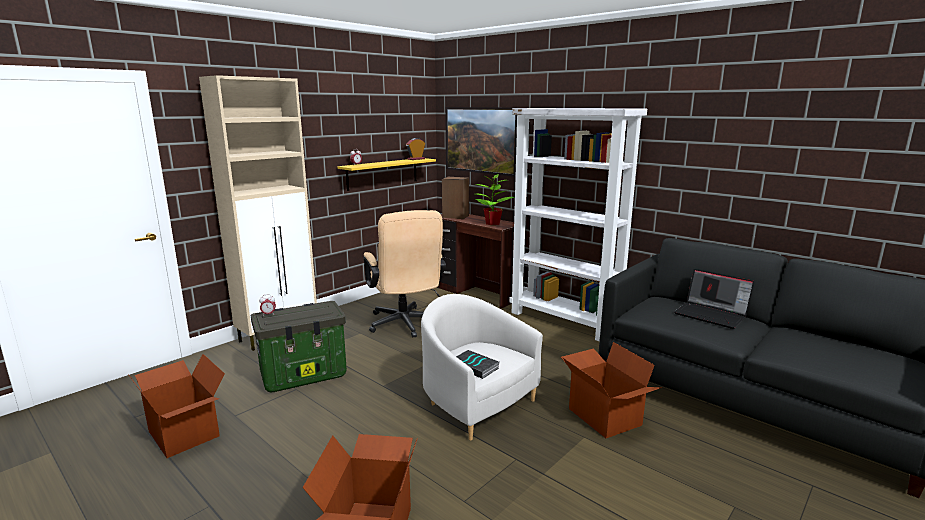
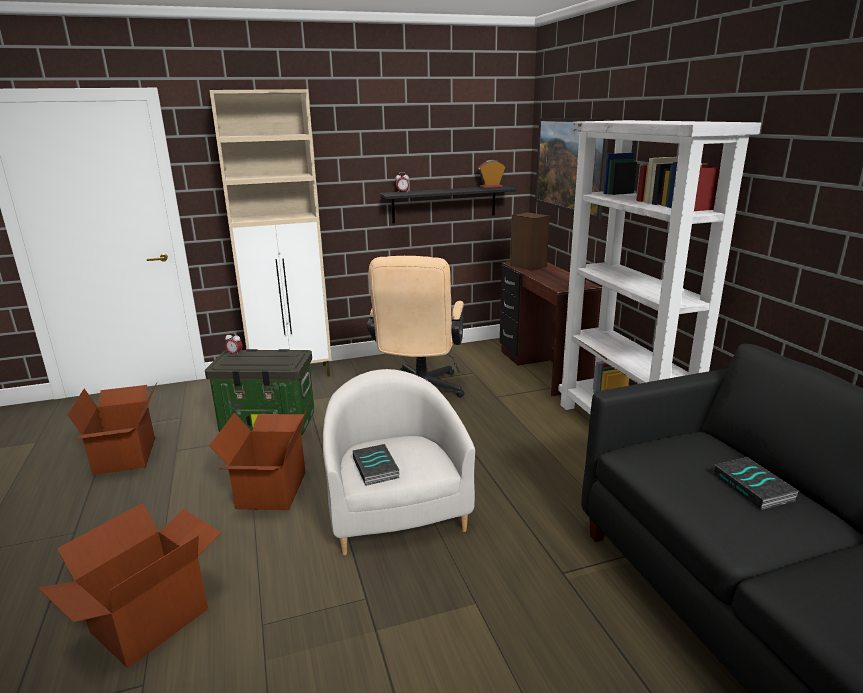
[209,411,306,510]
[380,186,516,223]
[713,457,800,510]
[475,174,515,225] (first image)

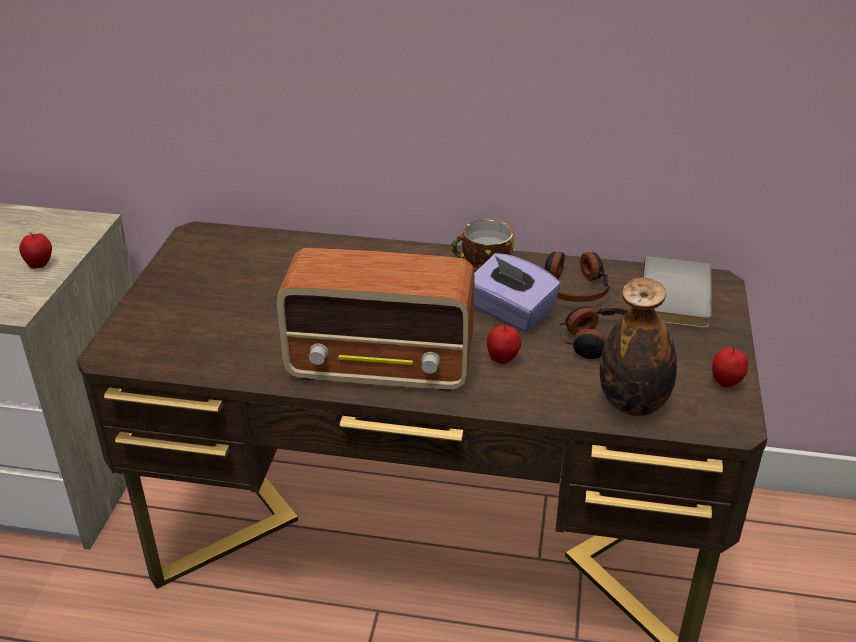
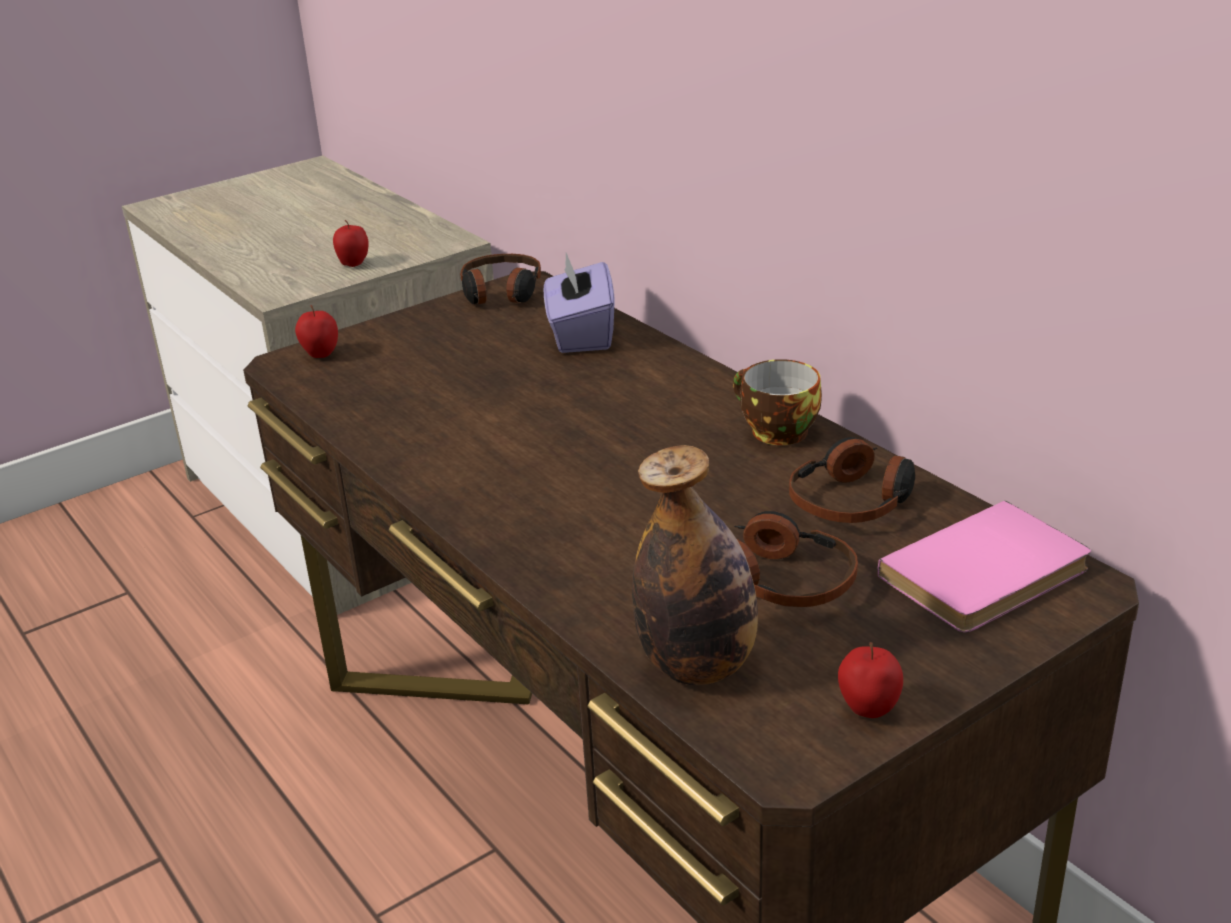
[295,305,338,358]
[460,254,541,304]
[544,253,615,353]
[878,501,1091,633]
[276,248,475,391] (first image)

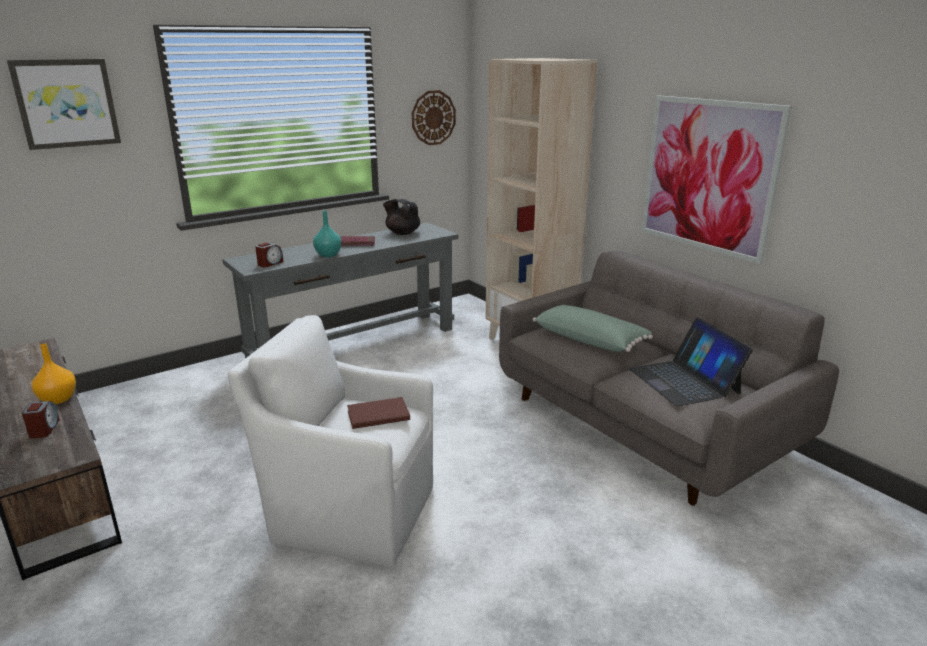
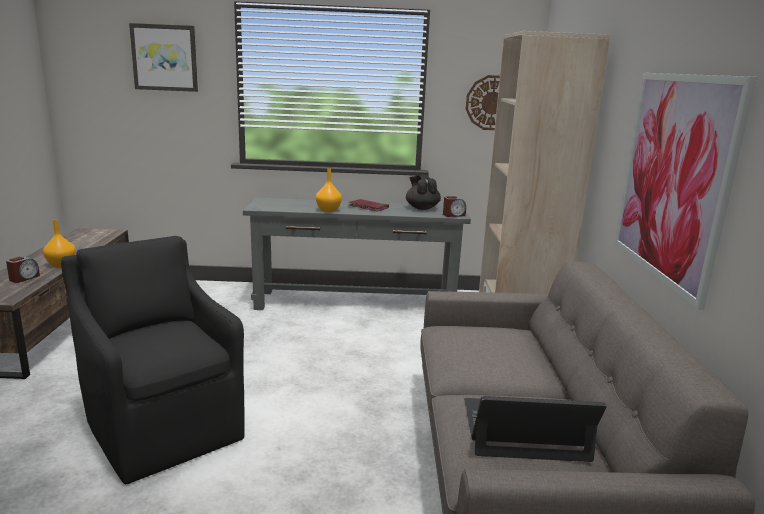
[61,236,244,485]
[316,168,342,212]
[443,196,466,217]
[464,396,606,462]
[347,397,410,429] (first image)
[533,305,653,352] (first image)

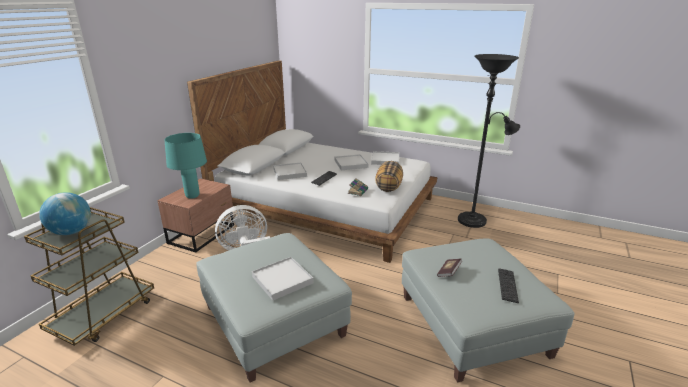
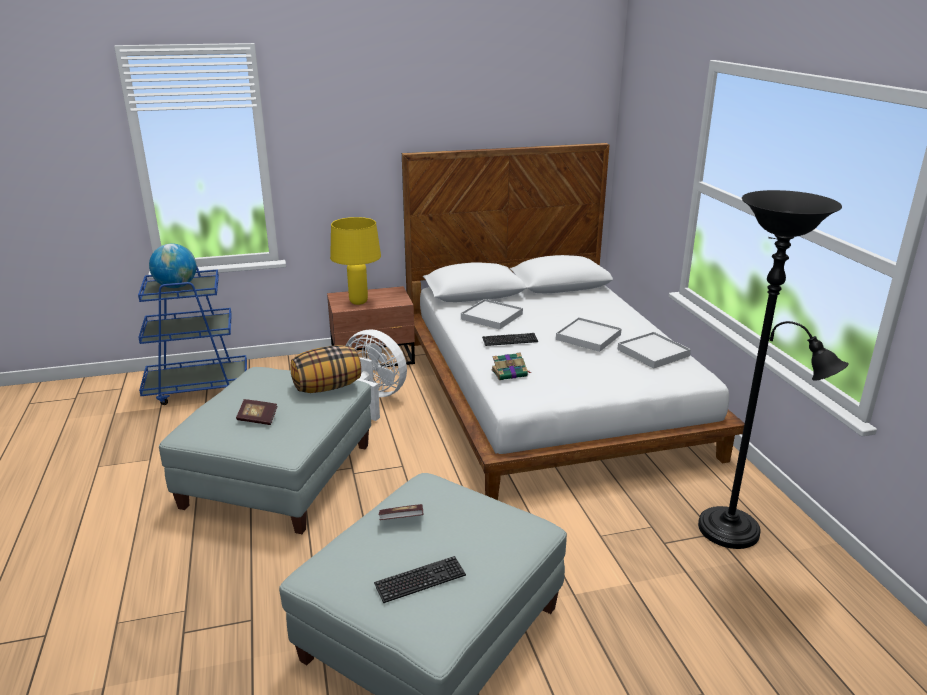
[138,267,247,405]
[236,399,278,425]
[290,345,361,393]
[330,217,381,305]

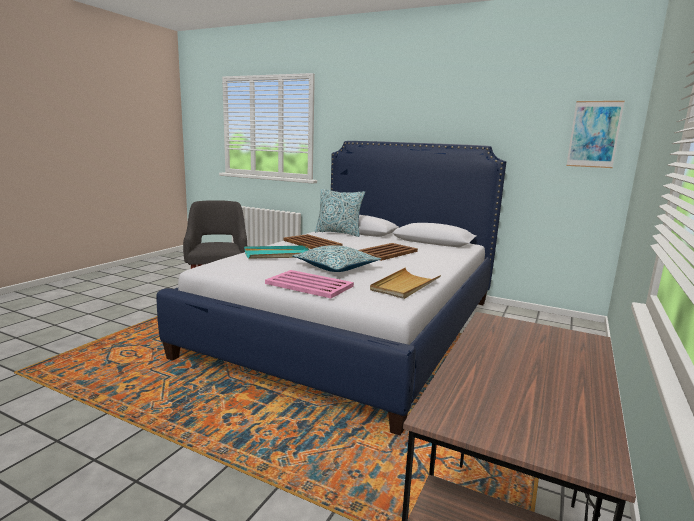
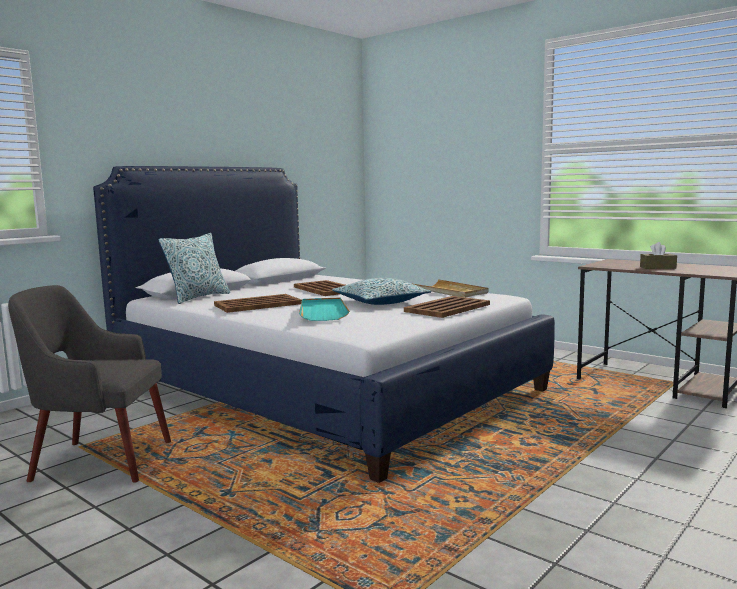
[404,296,490,318]
[640,242,677,269]
[566,101,625,168] (first image)

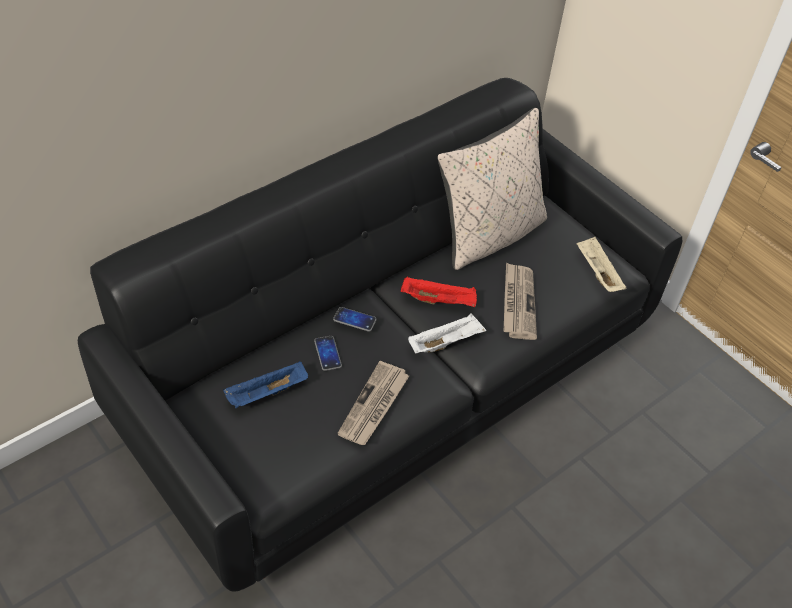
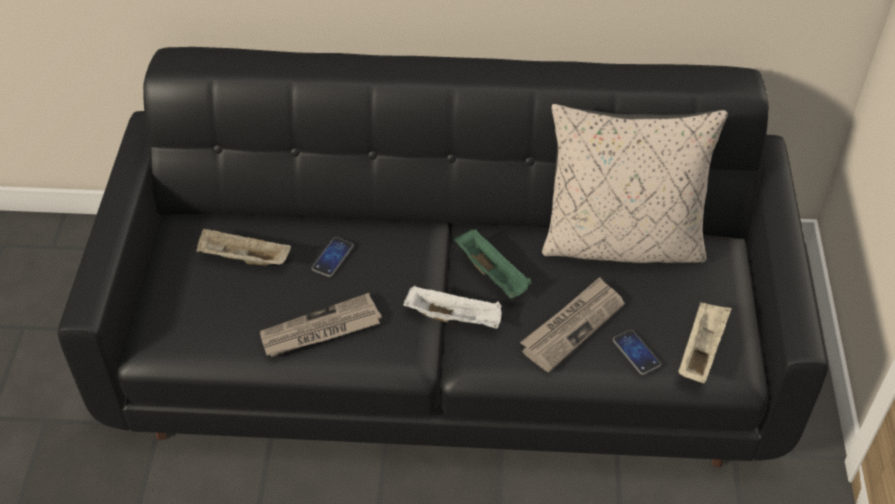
[196,228,291,265]
[455,229,531,299]
[613,330,661,375]

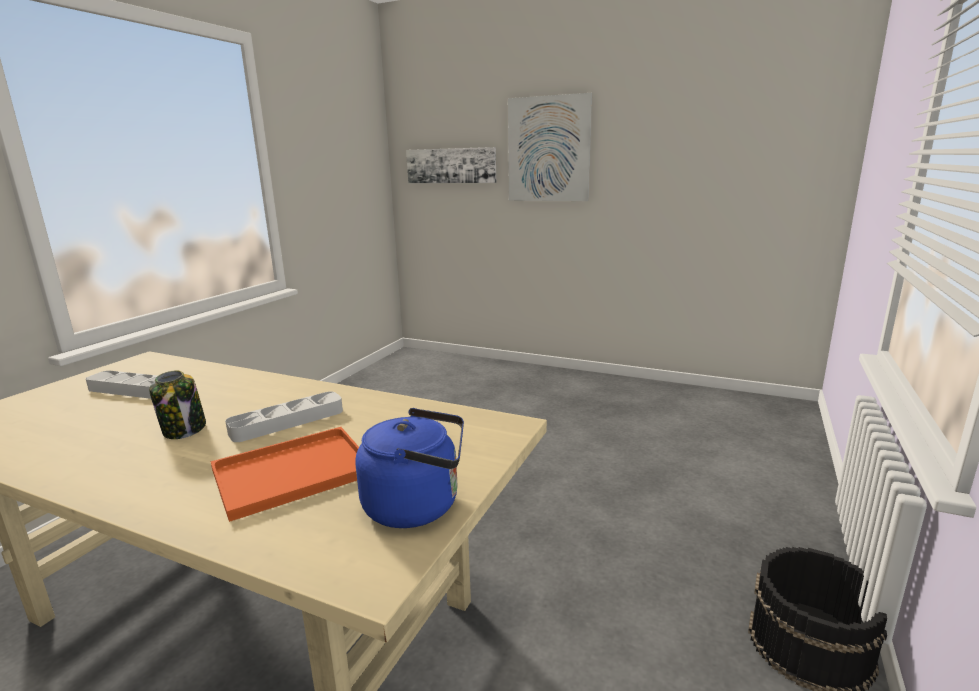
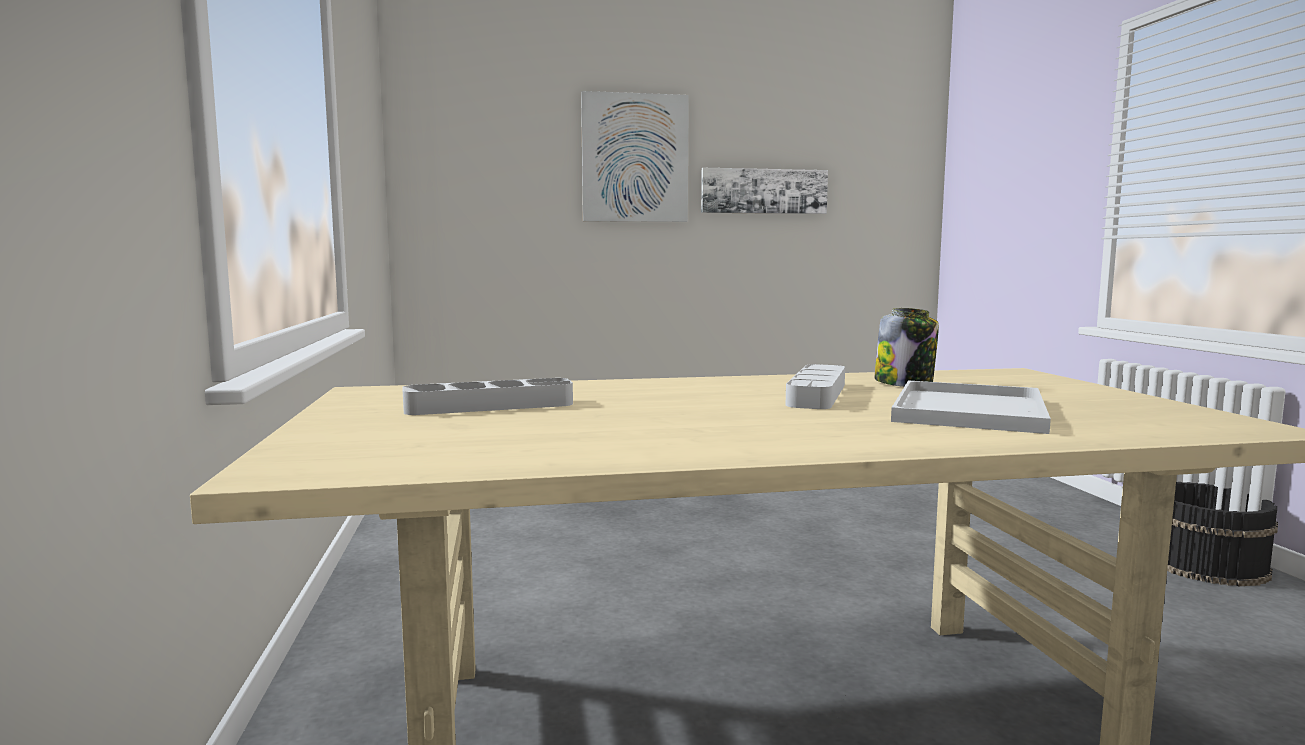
[701,168,828,214]
[875,308,939,387]
[891,380,1051,434]
[355,408,464,528] (first image)

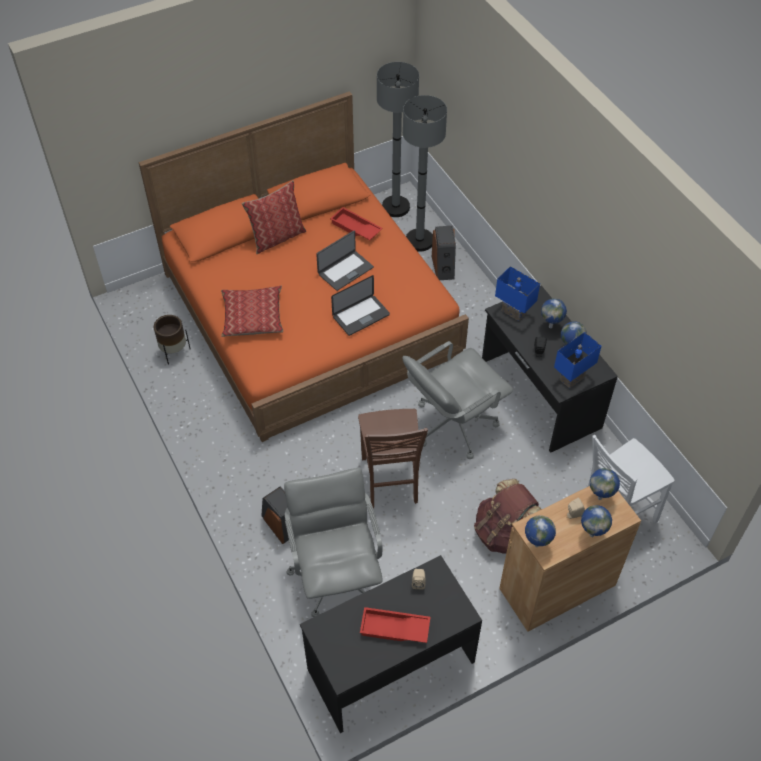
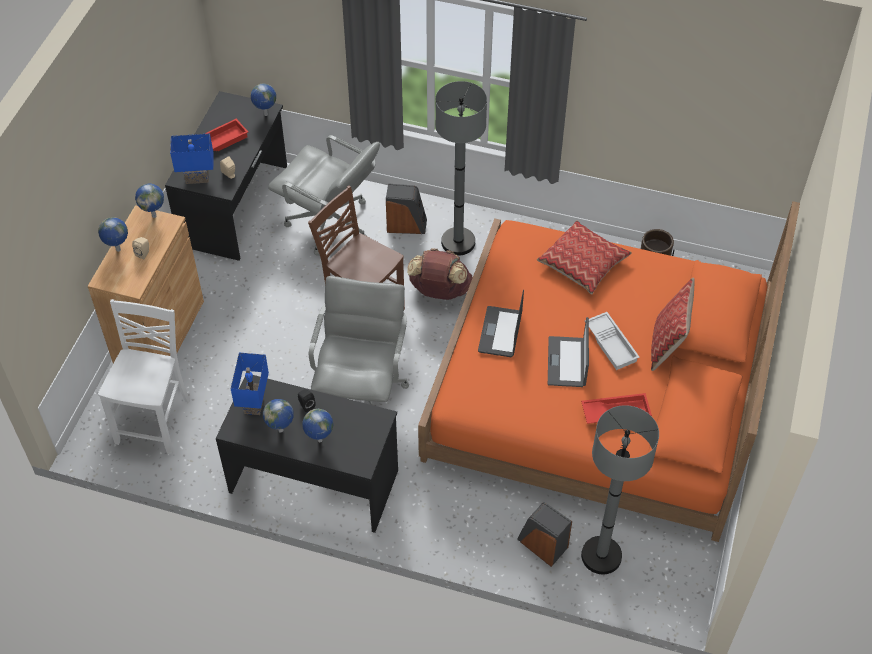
[170,133,214,184]
[251,84,276,116]
[407,248,472,300]
[435,81,487,256]
[585,312,640,370]

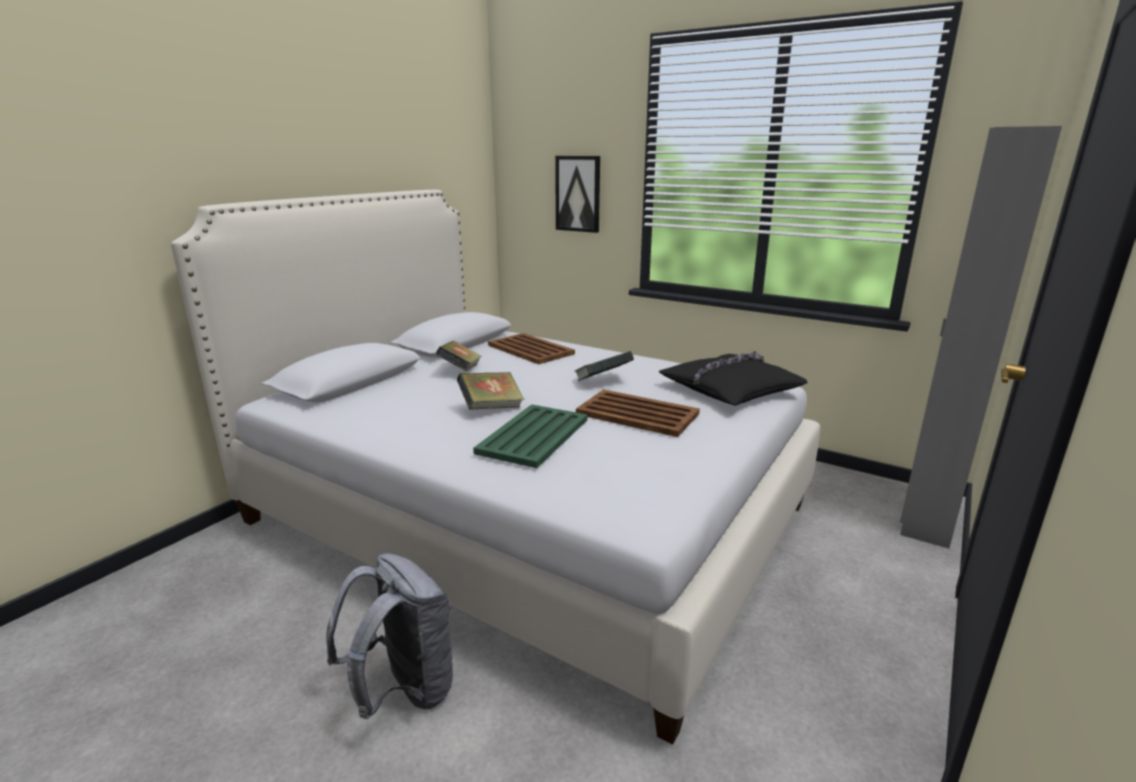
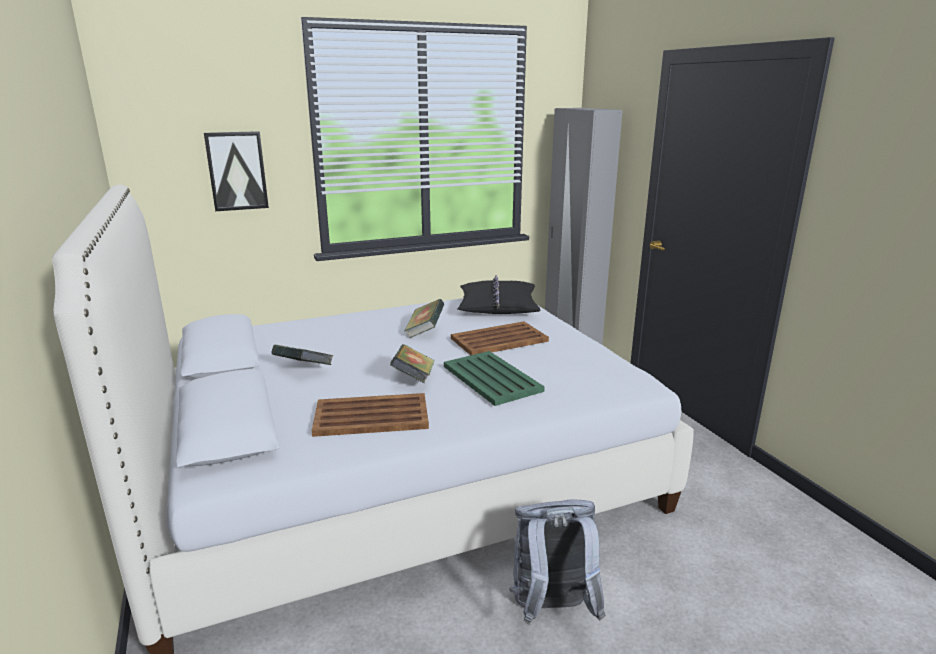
[312,393,429,437]

